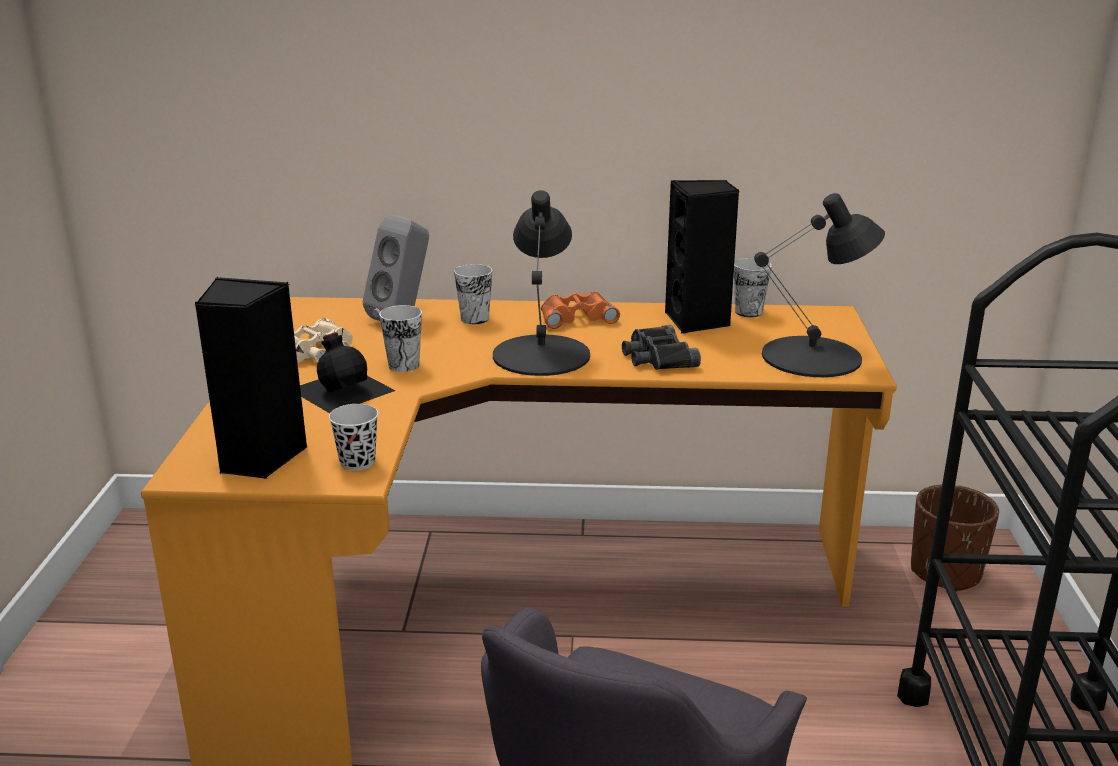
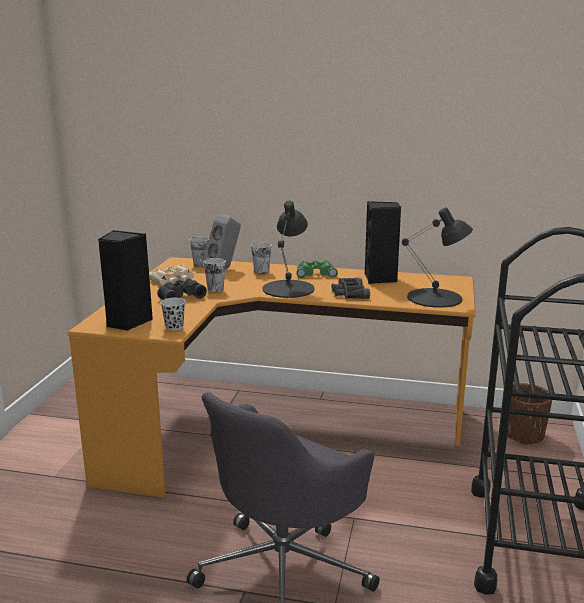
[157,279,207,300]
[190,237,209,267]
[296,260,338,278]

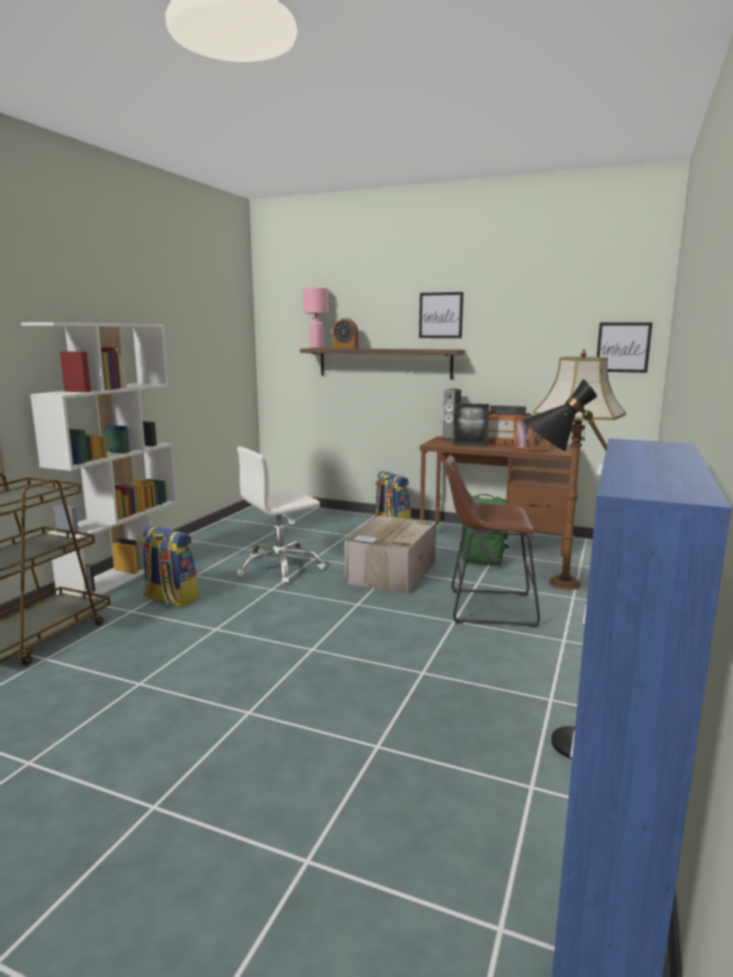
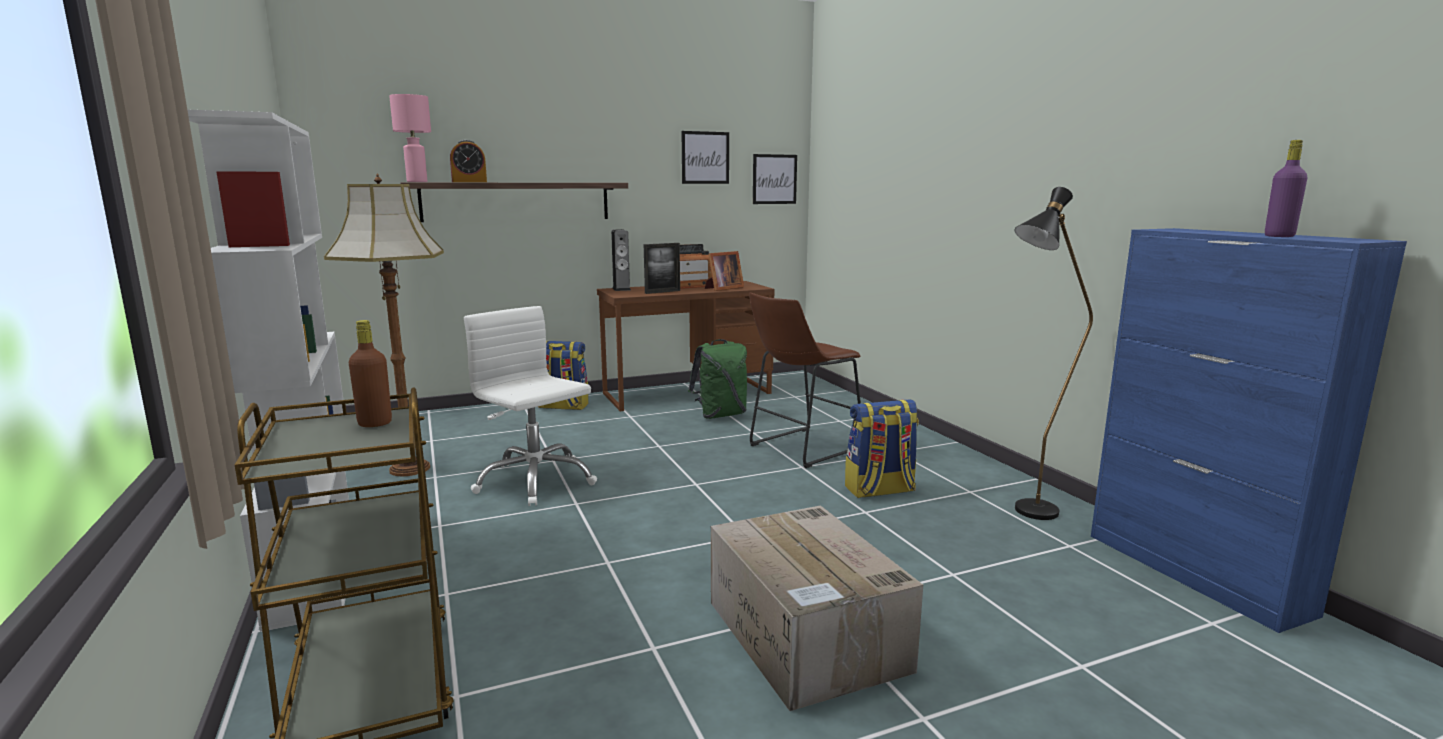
[324,173,444,476]
[349,320,392,427]
[464,306,597,506]
[682,131,729,184]
[711,505,923,711]
[845,399,919,498]
[1265,140,1307,237]

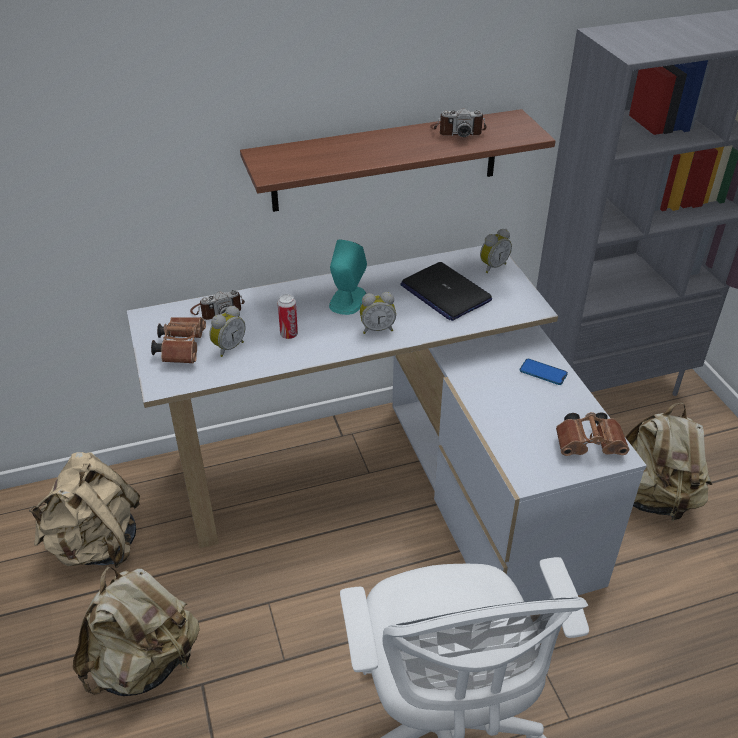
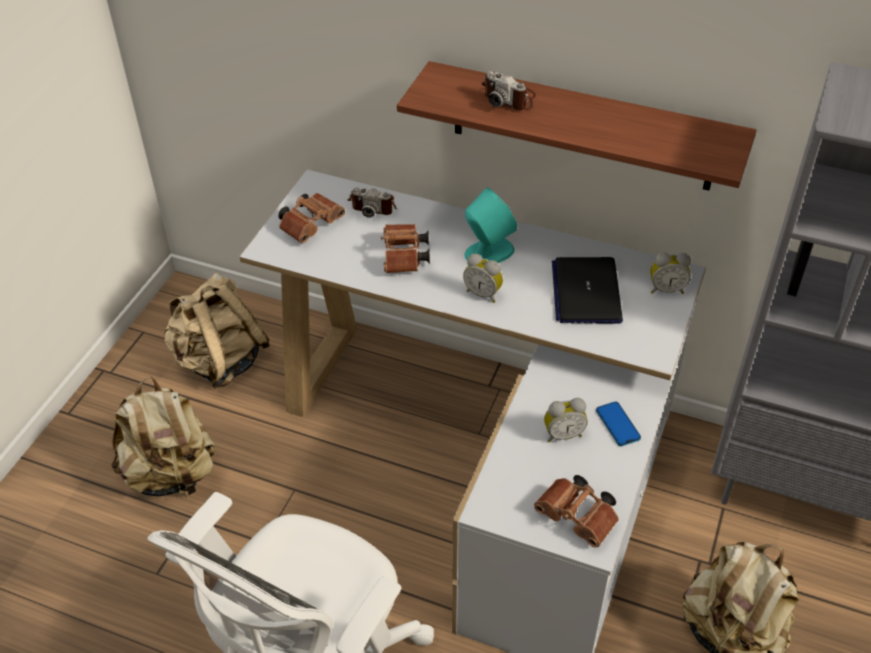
[381,224,430,273]
[481,71,536,110]
[544,398,588,442]

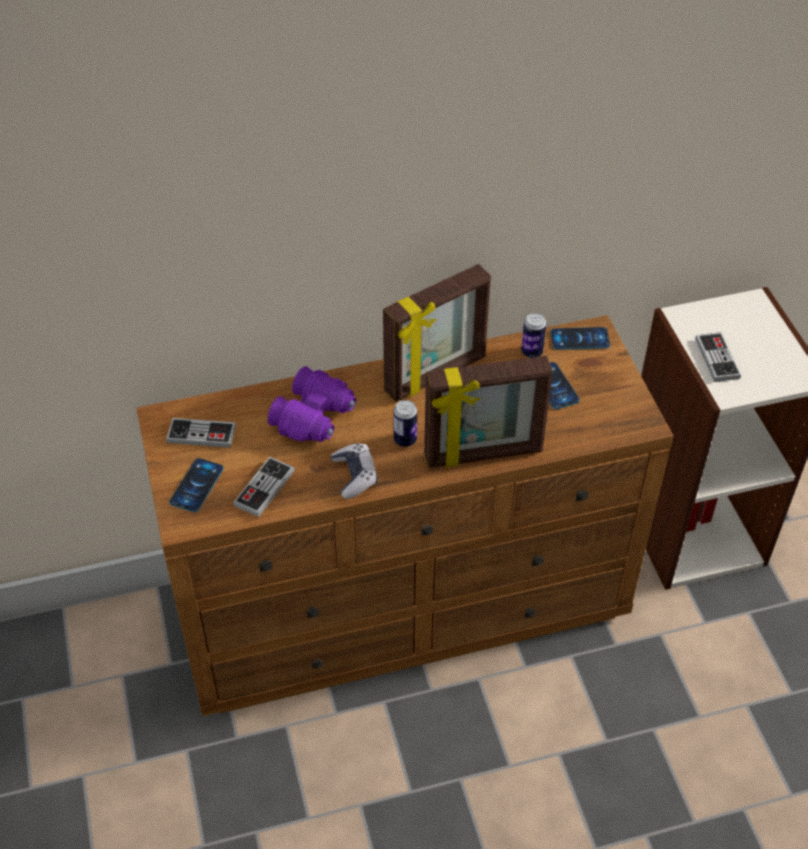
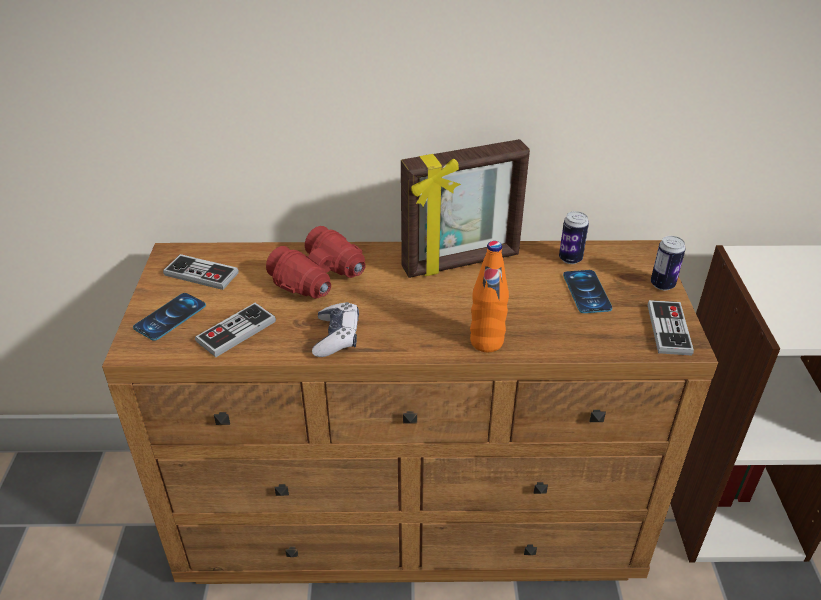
[266,226,366,299]
[470,241,509,352]
[648,300,694,355]
[651,236,686,290]
[550,327,610,350] (first image)

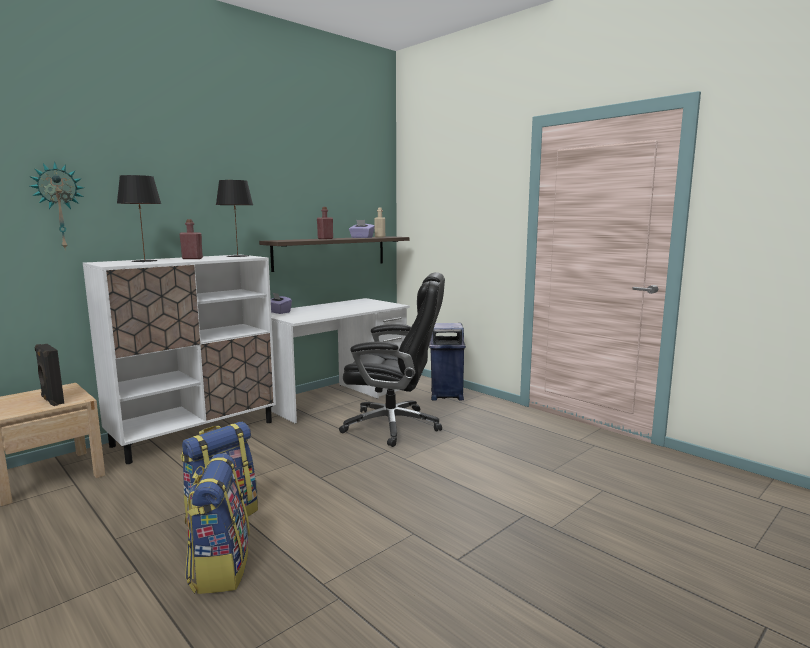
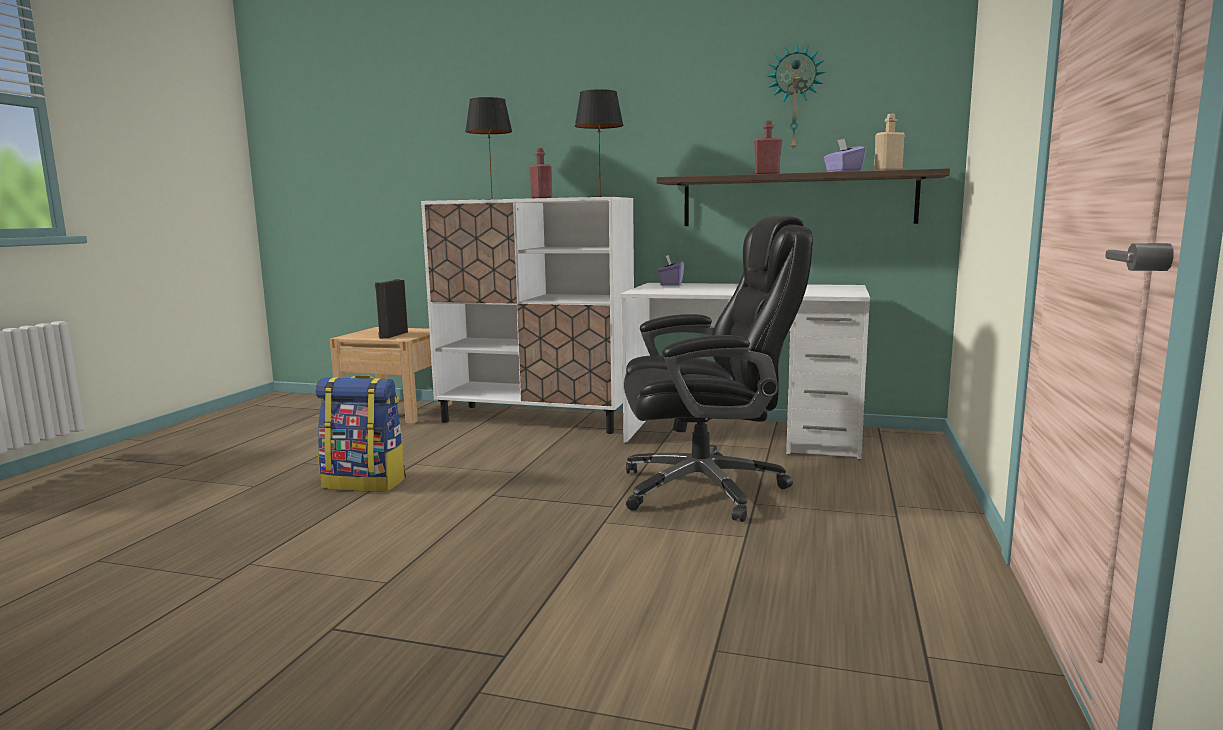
[624,215,813,522]
[767,44,826,152]
[185,453,250,594] (first image)
[429,323,466,401] (first image)

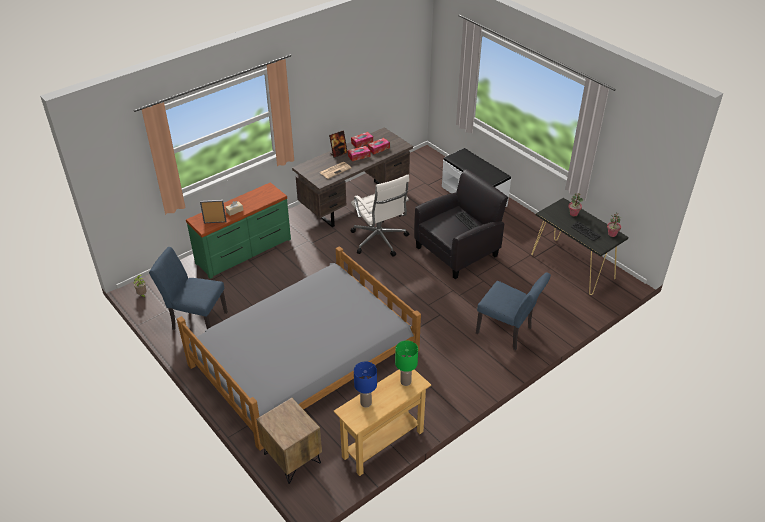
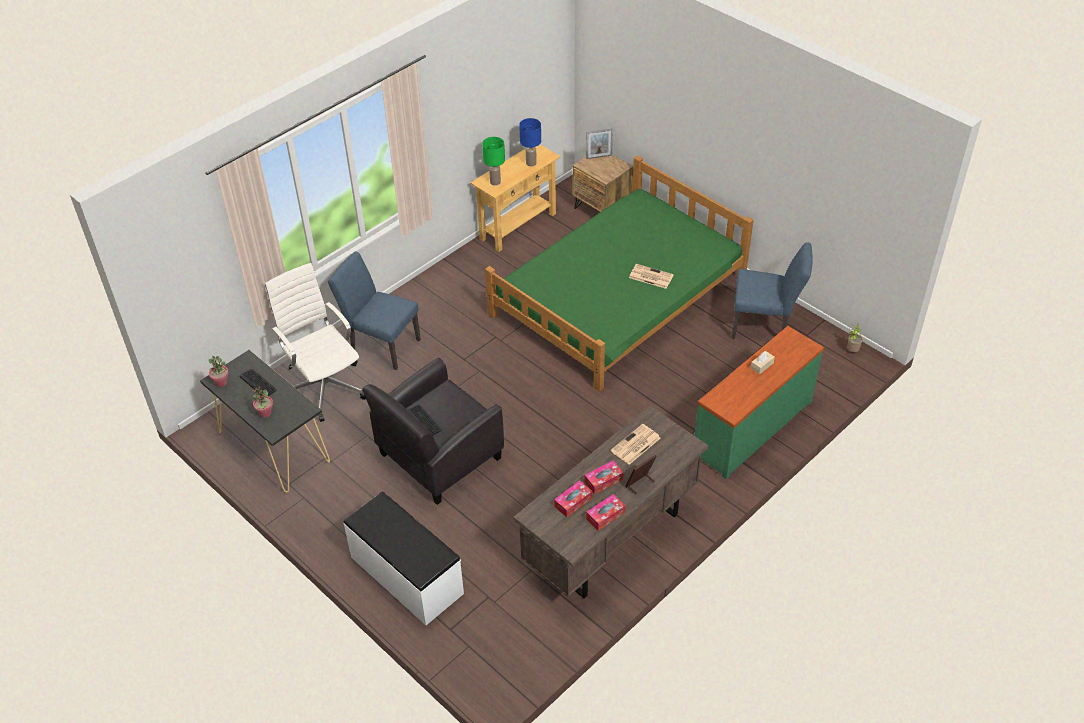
[265,263,366,422]
[485,155,753,392]
[586,129,613,159]
[629,264,674,289]

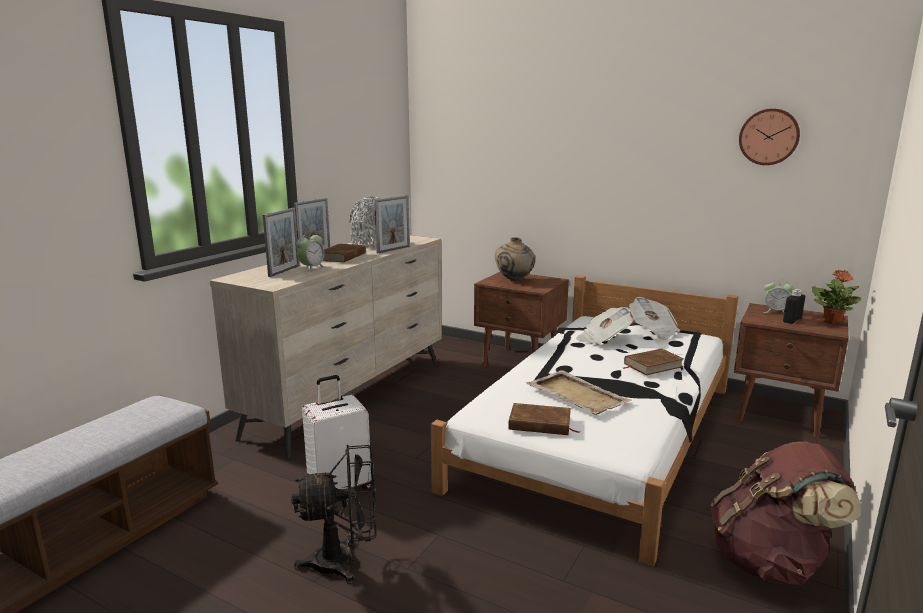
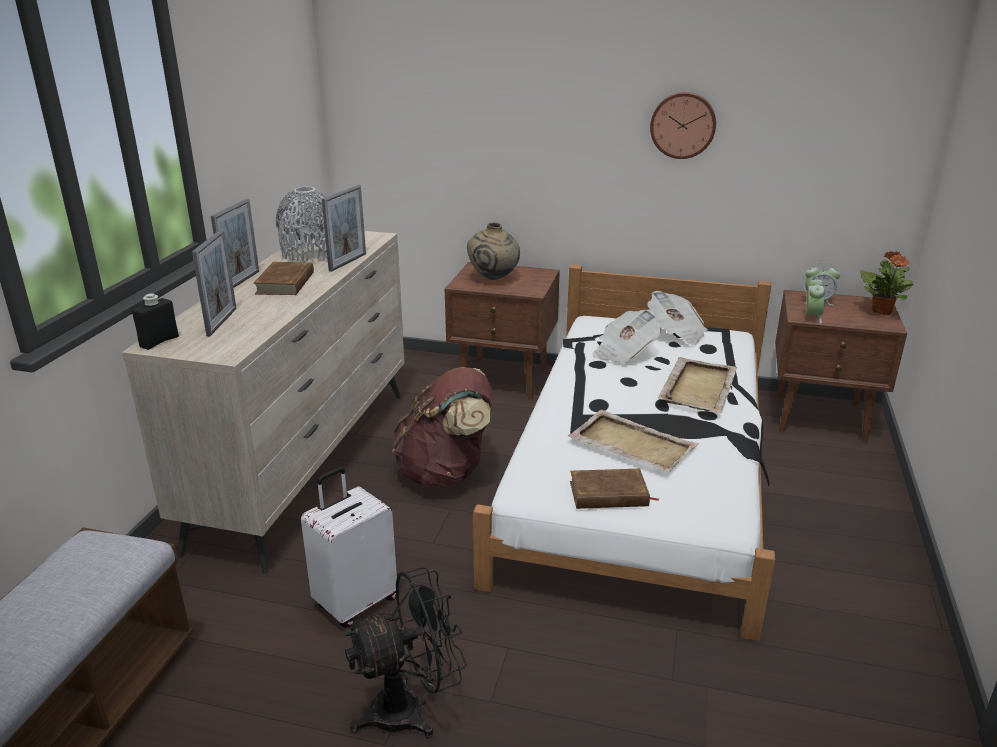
[132,293,179,350]
[392,367,494,487]
[650,92,716,159]
[658,357,737,413]
[807,276,825,324]

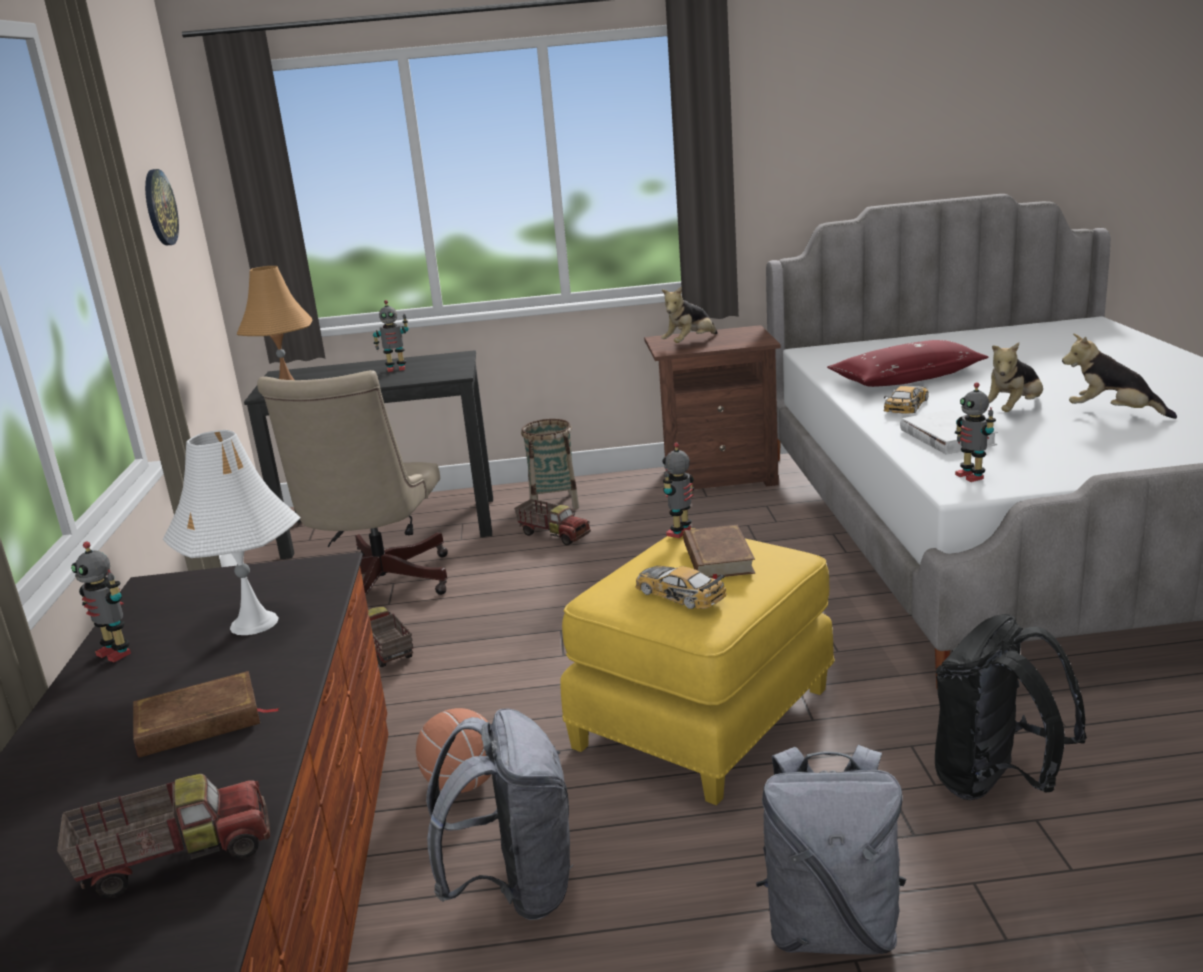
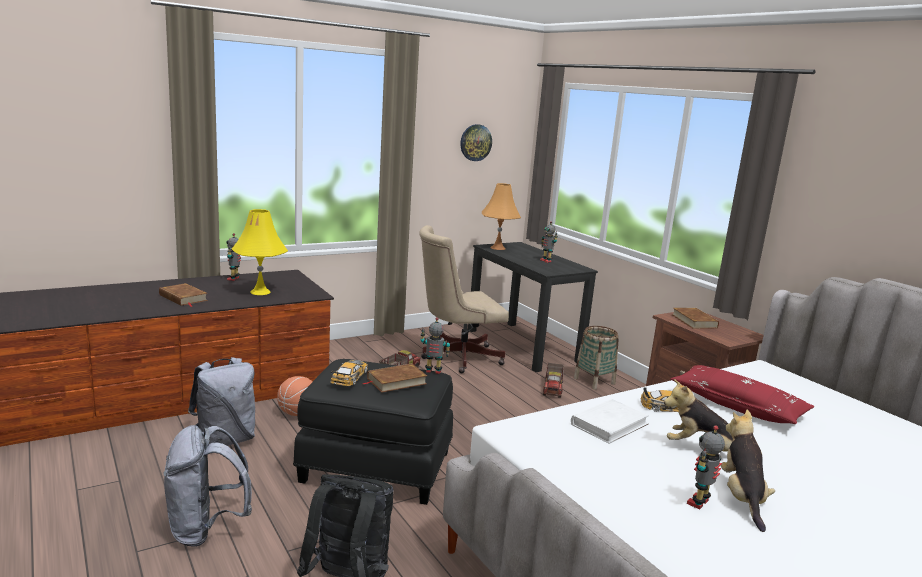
[232,209,288,295]
[293,359,453,505]
[672,308,719,329]
[687,426,725,510]
[57,774,270,898] (first image)

